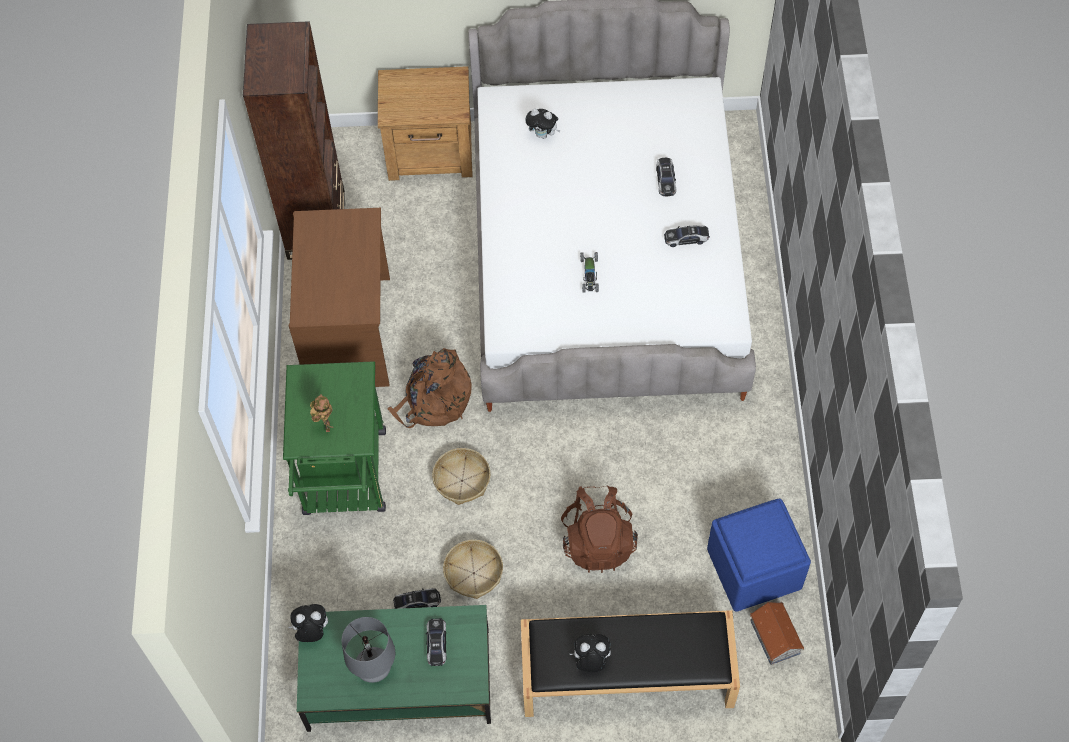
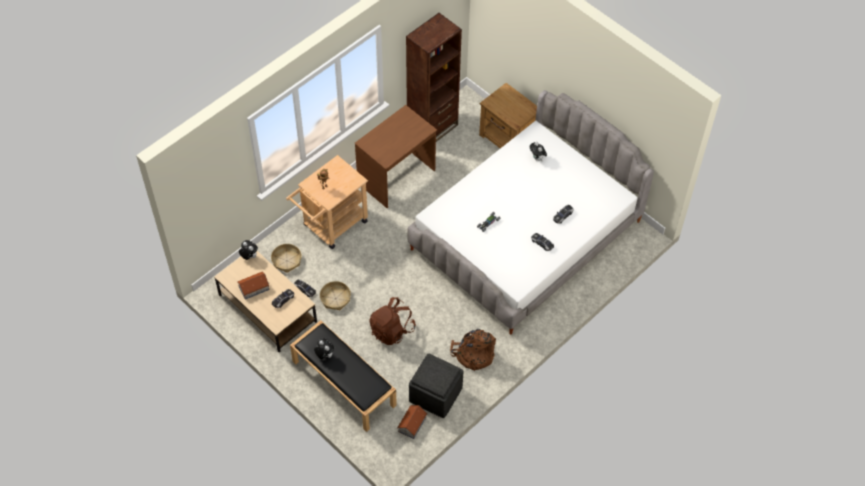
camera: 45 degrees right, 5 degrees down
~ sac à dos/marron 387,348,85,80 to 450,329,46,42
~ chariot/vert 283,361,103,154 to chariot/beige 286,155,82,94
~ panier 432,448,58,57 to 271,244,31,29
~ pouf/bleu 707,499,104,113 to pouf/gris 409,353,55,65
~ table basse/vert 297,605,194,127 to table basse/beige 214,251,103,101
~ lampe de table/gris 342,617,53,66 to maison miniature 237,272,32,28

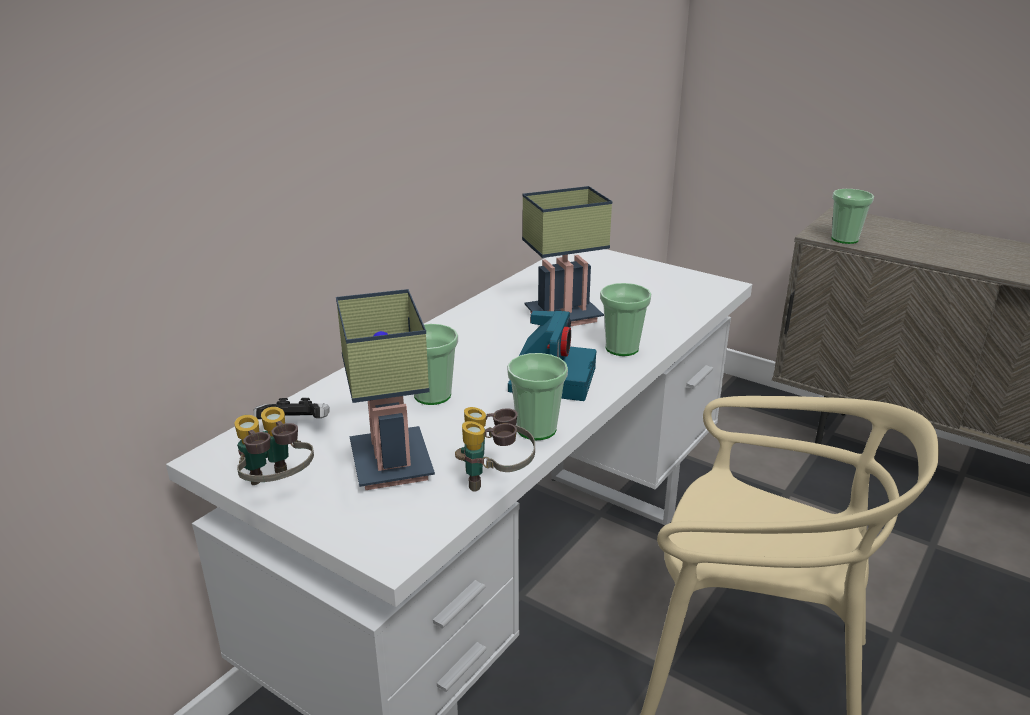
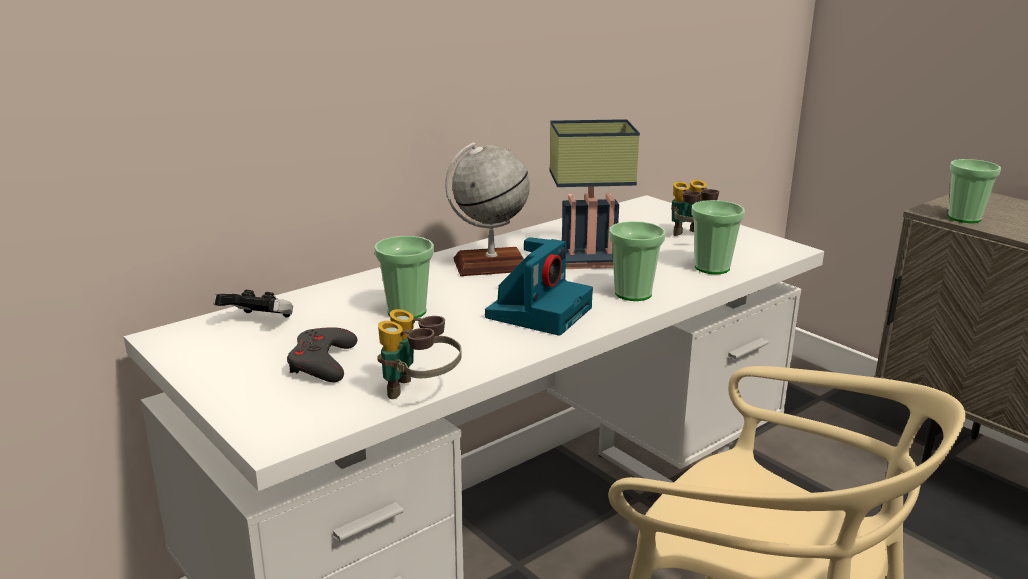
camera: 15 degrees right, 5 degrees down
~ lampe de table 336,289,99,202 to manette/gris 287,327,70,55
~ tasse 507,353,61,87 to 691,200,54,74
~ jumelles 234,407,80,78 to 671,180,49,56
+ globe 445,142,85,134

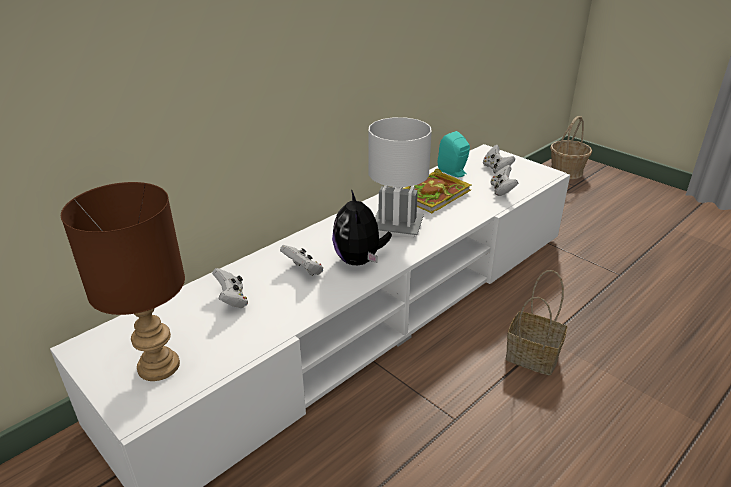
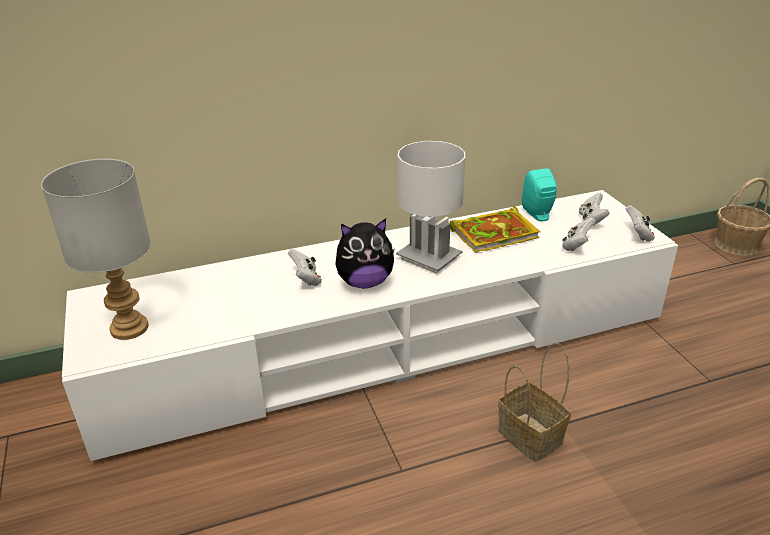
camera: 25 degrees right, 0 degrees up
~ lampe de table/marron 61,182,124,199 to lampe de table/gris 41,159,110,181
~ peluche 332,189,60,76 = 335,219,59,69 120 degrees counterclockwise
~ manette/blanc 212,268,36,40 to 626,205,29,37

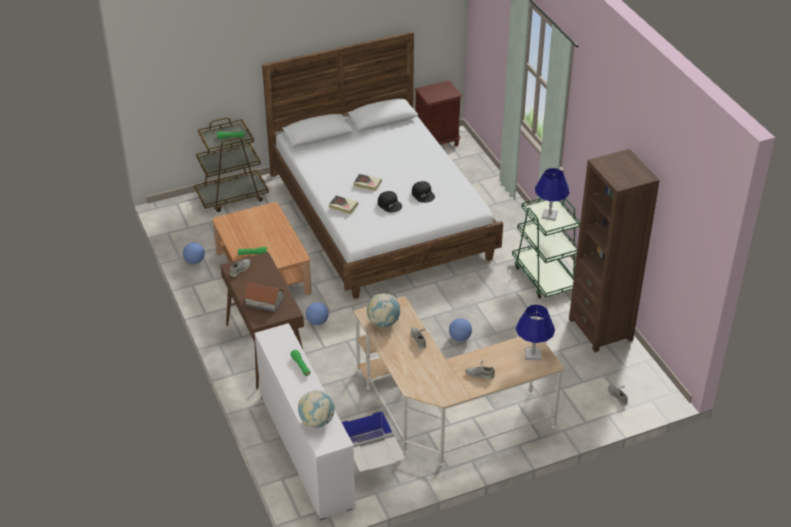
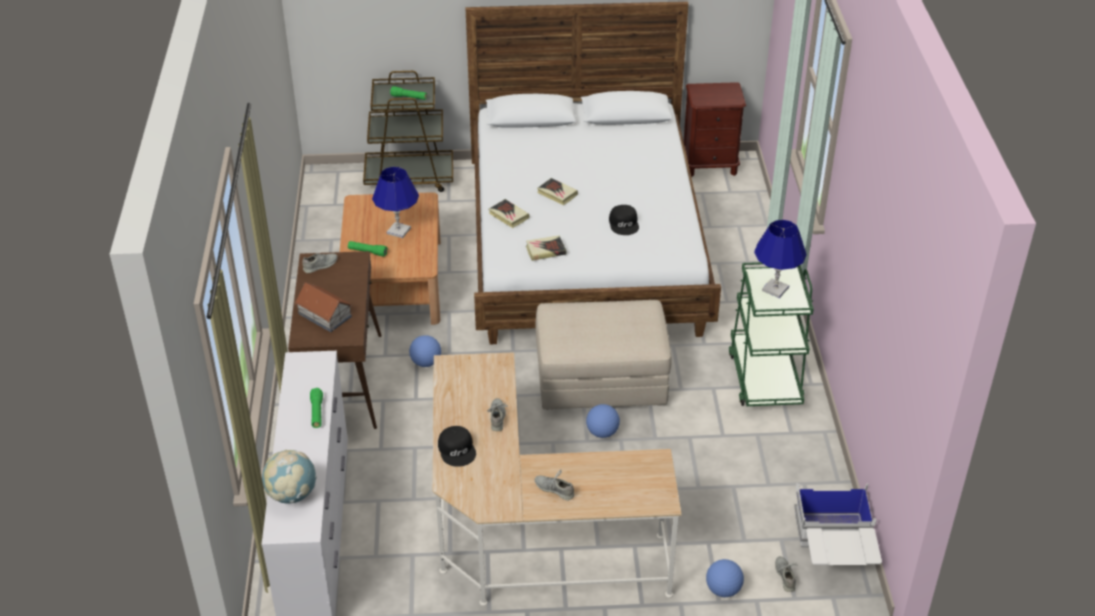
camera: 20 degrees right, 0 degrees up
- bibliothèque/marron 569,149,91,203
~ casquette/noir 378,191,24,22 to 438,426,38,41
~ ballon de foot 183,242,22,22 to 706,559,38,38
- globe 367,293,34,34
~ lampe de table/bleu 516,304,39,56 to 372,167,47,71
~ boîte de rangement/blanc 342,407,63,65 to 794,483,88,82
+ livre 526,236,40,25
+ pouf/beige 535,300,137,109

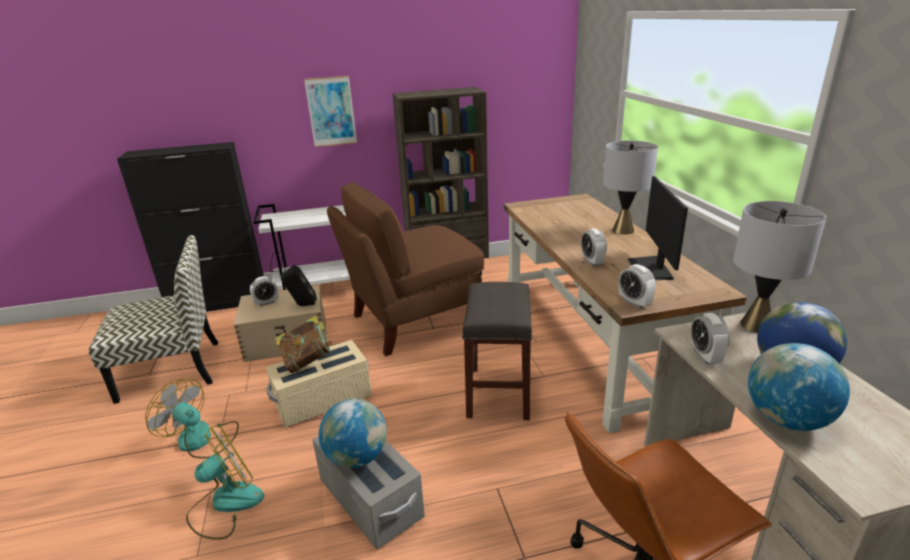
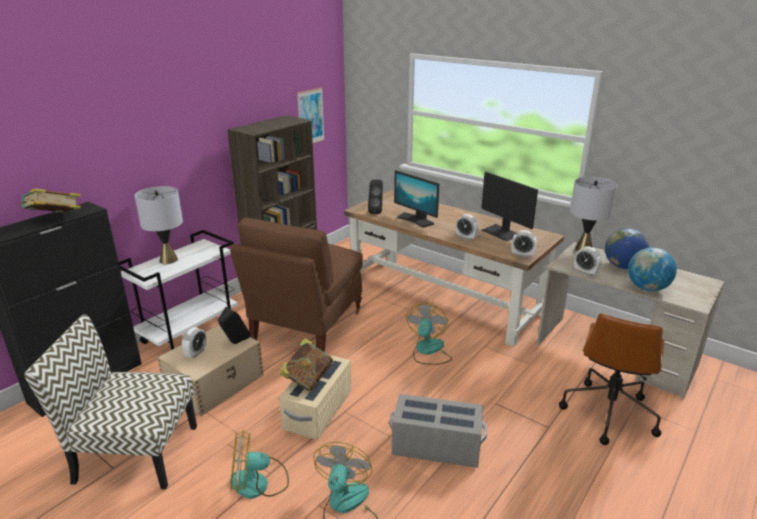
camera: 40 degrees left, 0 degrees up
~ tableau 304,76,53,71 to 297,88,28,55
~ lampe de table/gris 603,141,55,93 to 134,186,49,78
~ chaise 88,235,130,169 = 24,314,173,175 120 degrees counterclockwise
~ tabouret/gris 462,282,71,138 to ventilateur 406,303,46,62
- globe 319,399,68,69
+ écran d'ordinateur 394,170,45,58
+ enceinte/noir 368,180,15,34
+ livre 18,188,63,25

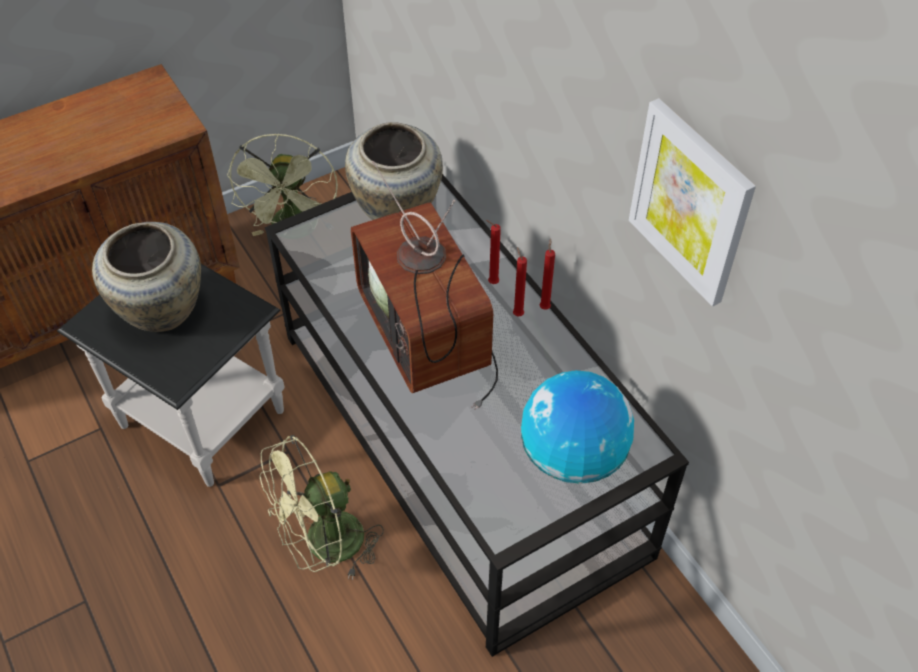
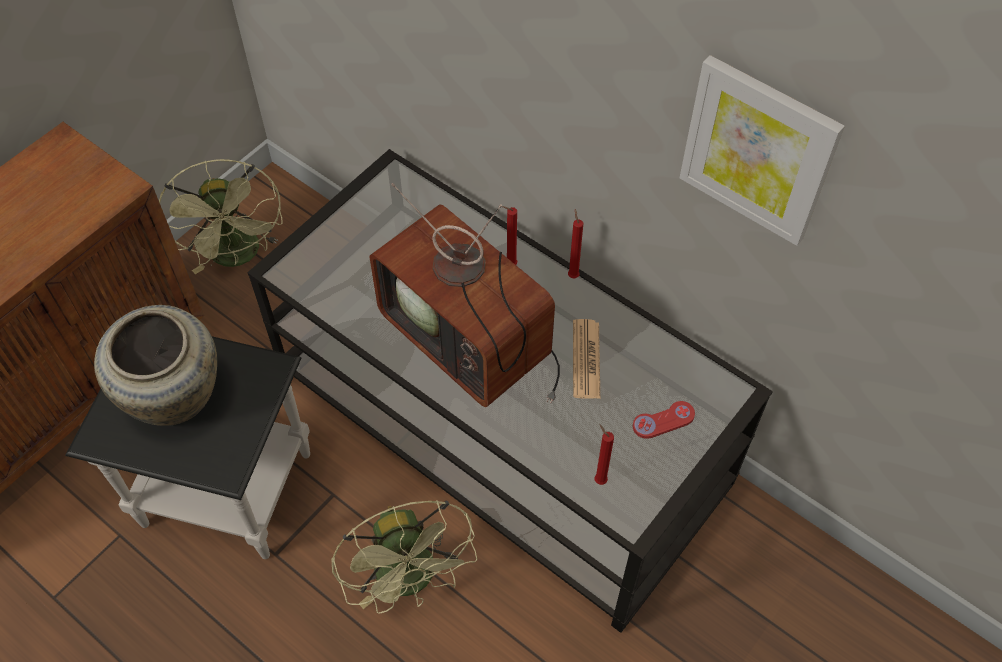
camera: 20 degrees left, 5 degrees up
- vase/beige 345,122,98,98
~ bougie/rouge 513,247,14,70 to 594,424,20,61
~ globe 521,370,113,114 to manette/rouge 633,401,62,38
~ ventilateur/vert 259,435,125,145 = 331,500,146,114 60 degrees counterclockwise
+ journal 573,319,27,80

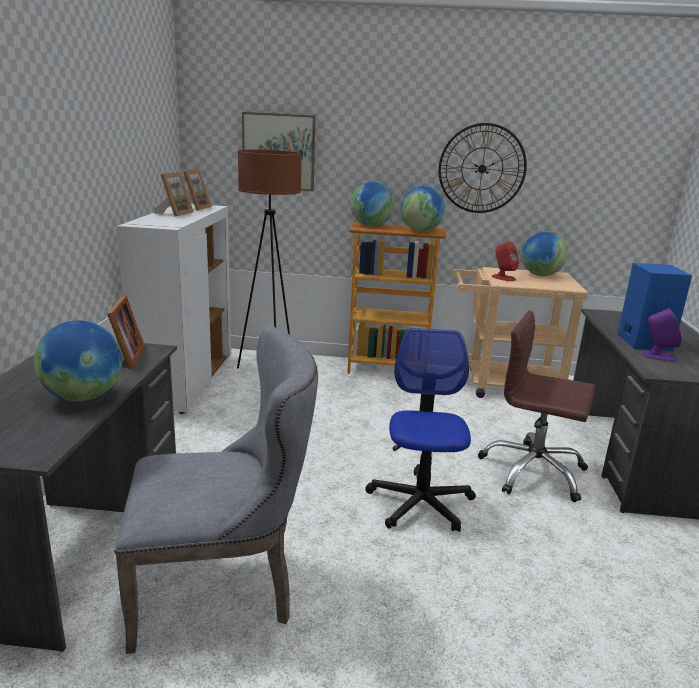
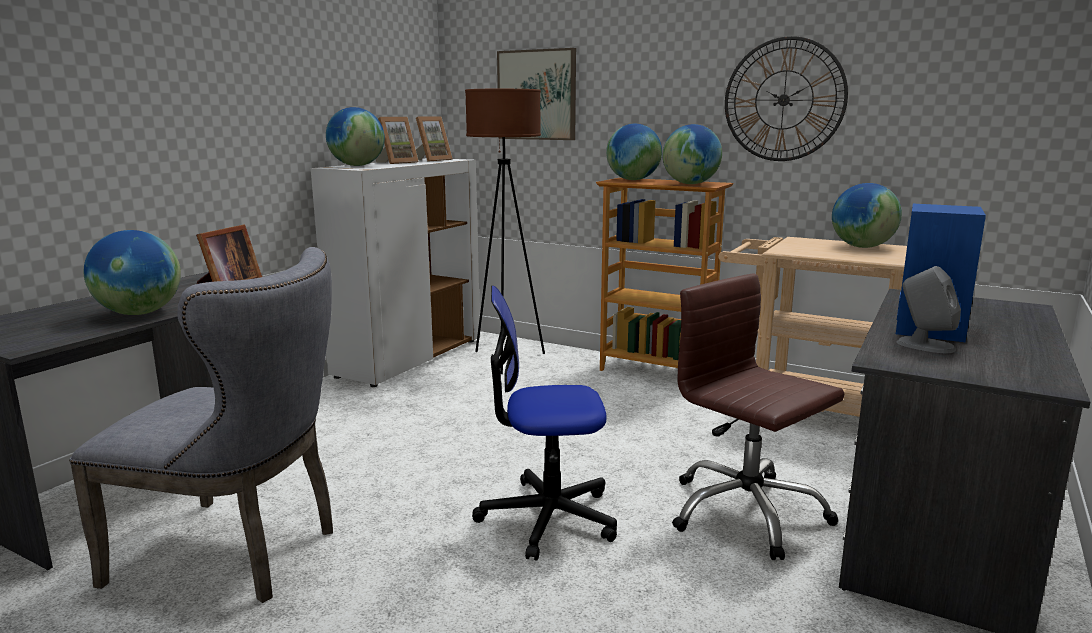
camera: 25 degrees right, 5 degrees down
- enceinte/rouge 492,241,27,40
~ enceinte/violet 641,308,41,54 to enceinte/gris 897,266,64,87
~ chaise de bureau 365,328,111,204 = 472,286,145,275 120 degrees counterclockwise
+ globe 326,107,59,59

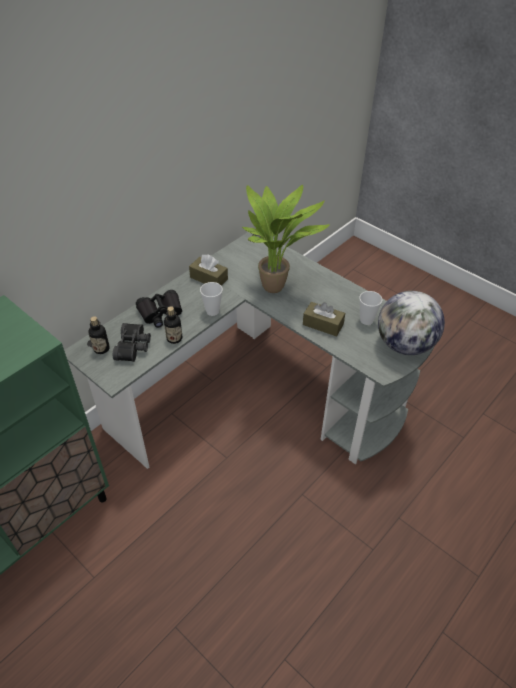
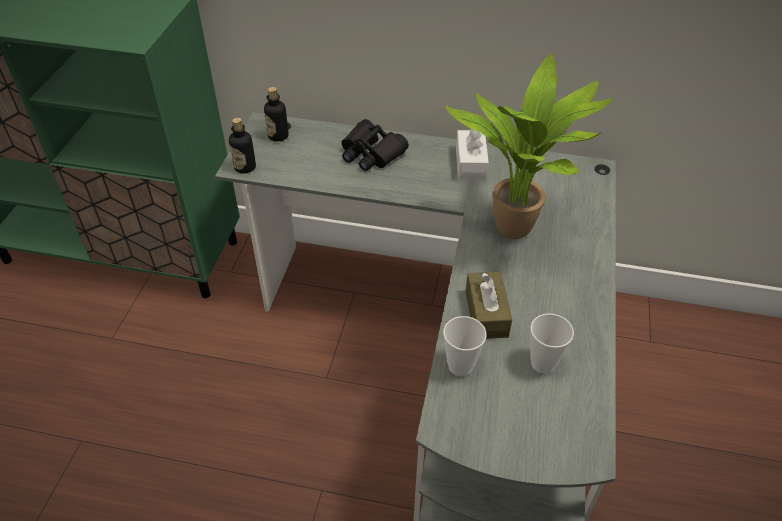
camera: 60 degrees right, 0 degrees up
~ boîte à mouchoirs/marron 189,254,39,32 to boîte à mouchoirs/blanc 456,129,33,52
~ tasse 200,282,23,34 to 443,316,44,61
- globe 378,291,67,64
~ bouteille 164,306,19,38 to 229,118,27,55
- jumelles/noir 113,323,38,39

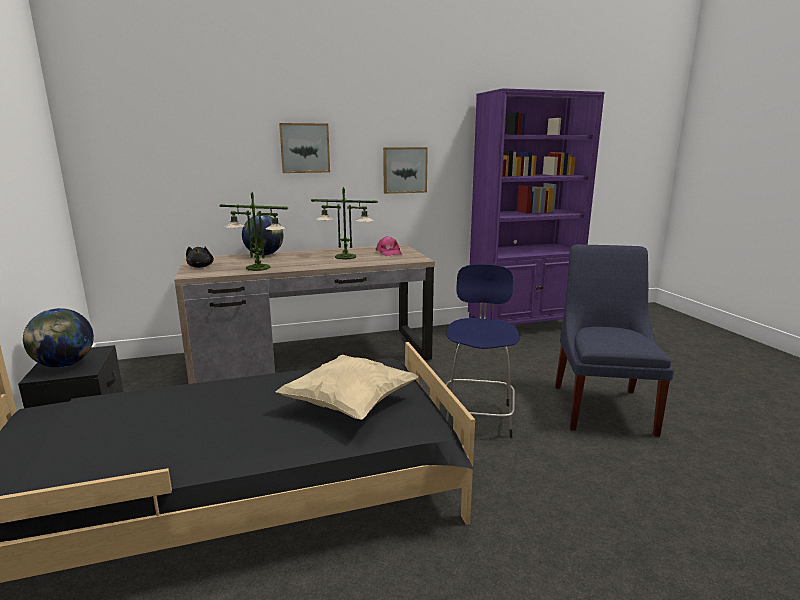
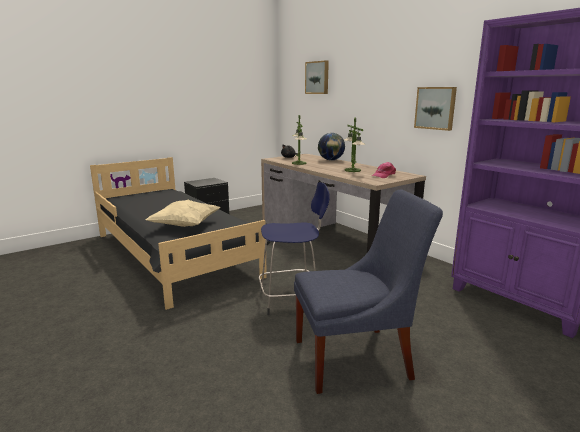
camera: 70 degrees right, 0 degrees up
~ tableau 279,123,51,50 to 305,60,24,34
- globe 23,308,71,60

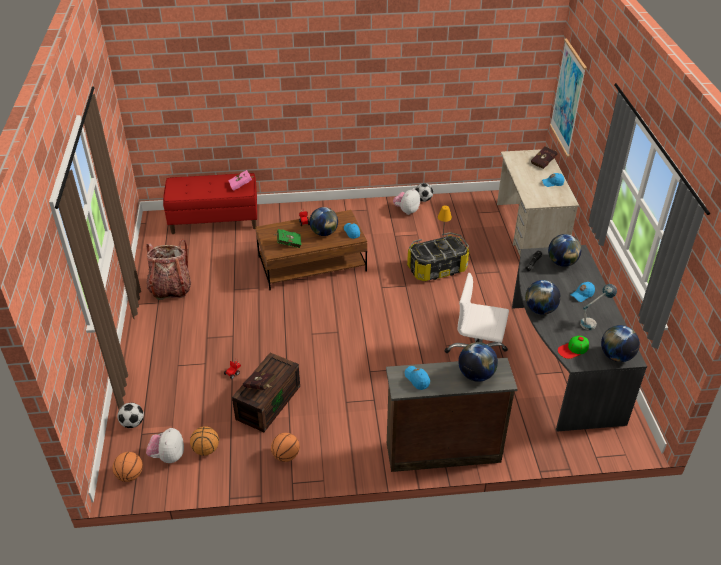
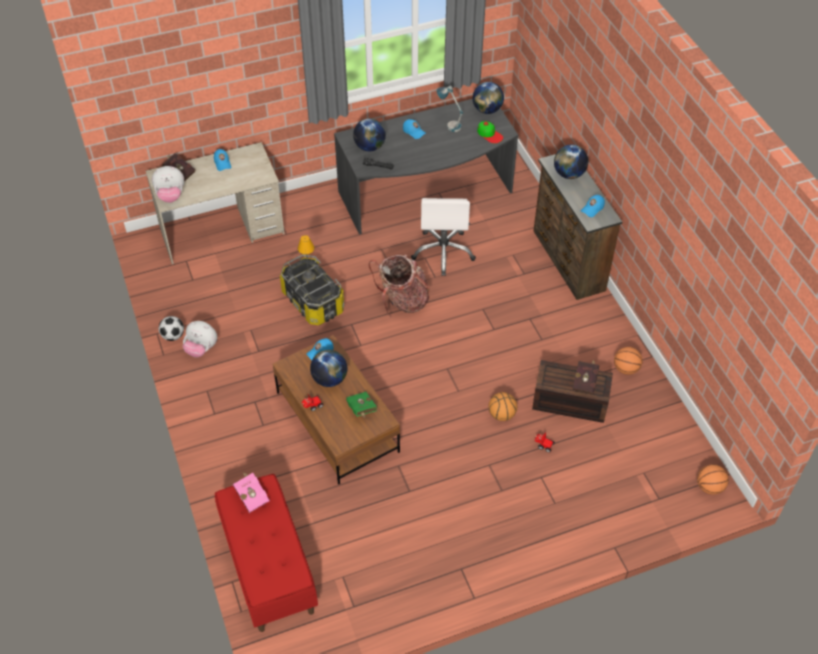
camera: 105 degrees left, 10 degrees up
- tableau 550,39,37,118
~ sac à dos 146,239,45,61 to 369,254,61,63
- globe 525,280,36,35
- ballon de foot 117,403,27,25
~ ballon de basket 190,426,29,30 to 488,392,29,29
~ peluche 146,428,38,35 to 152,166,32,37

